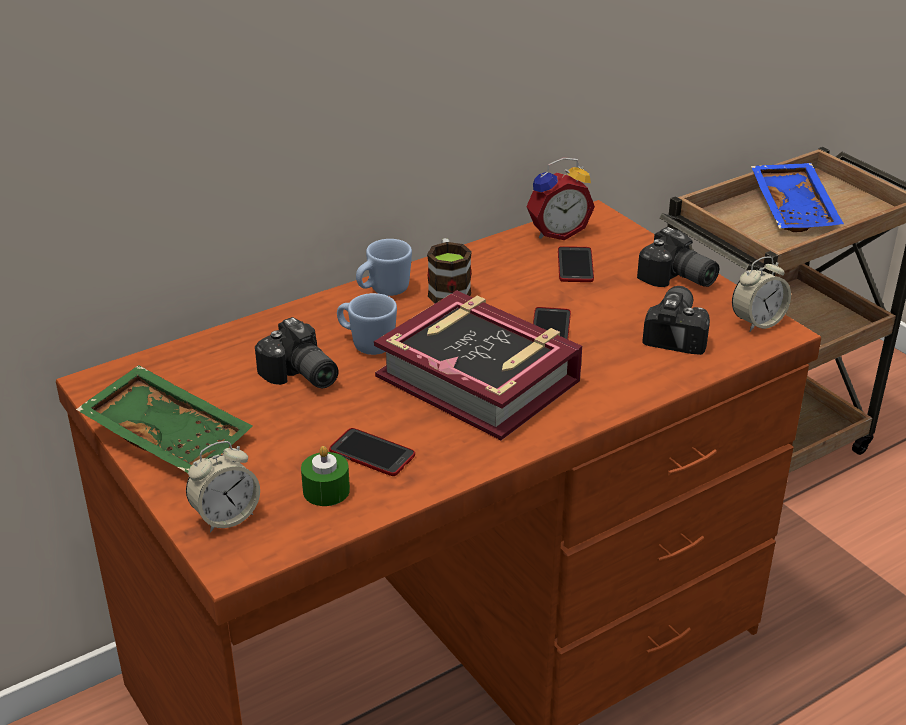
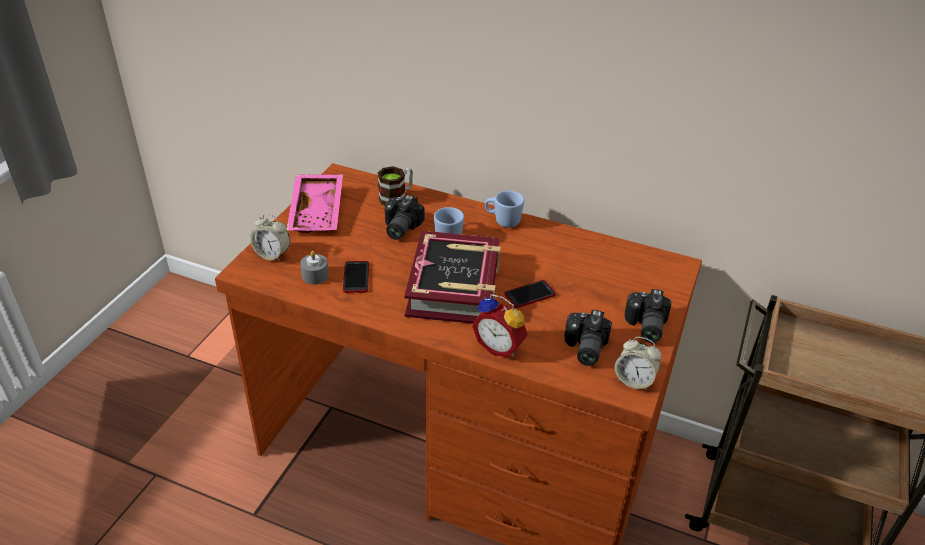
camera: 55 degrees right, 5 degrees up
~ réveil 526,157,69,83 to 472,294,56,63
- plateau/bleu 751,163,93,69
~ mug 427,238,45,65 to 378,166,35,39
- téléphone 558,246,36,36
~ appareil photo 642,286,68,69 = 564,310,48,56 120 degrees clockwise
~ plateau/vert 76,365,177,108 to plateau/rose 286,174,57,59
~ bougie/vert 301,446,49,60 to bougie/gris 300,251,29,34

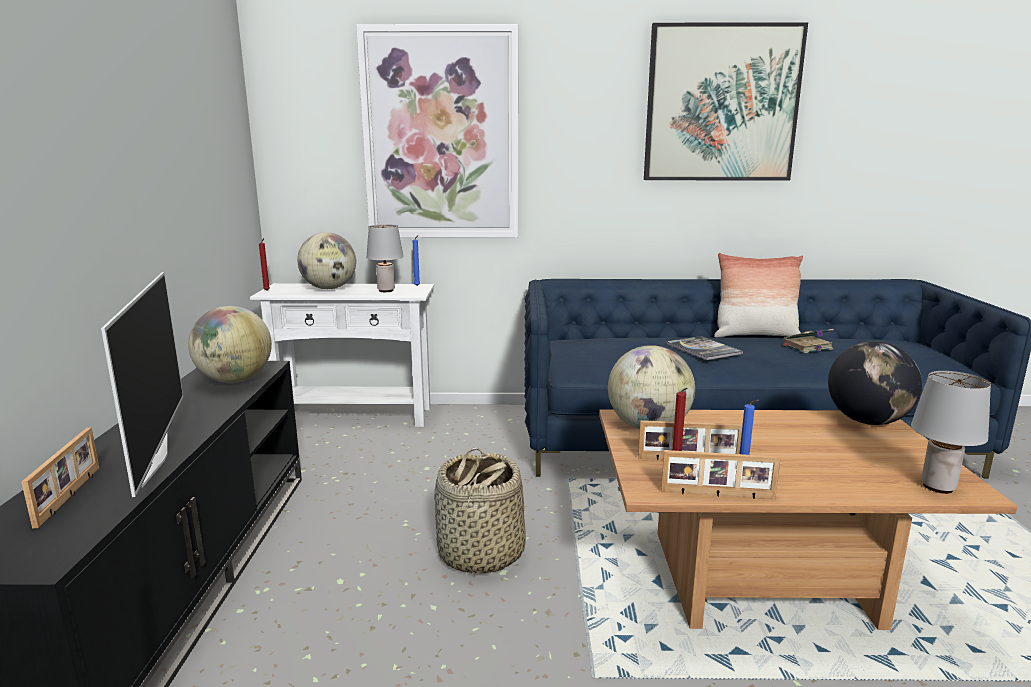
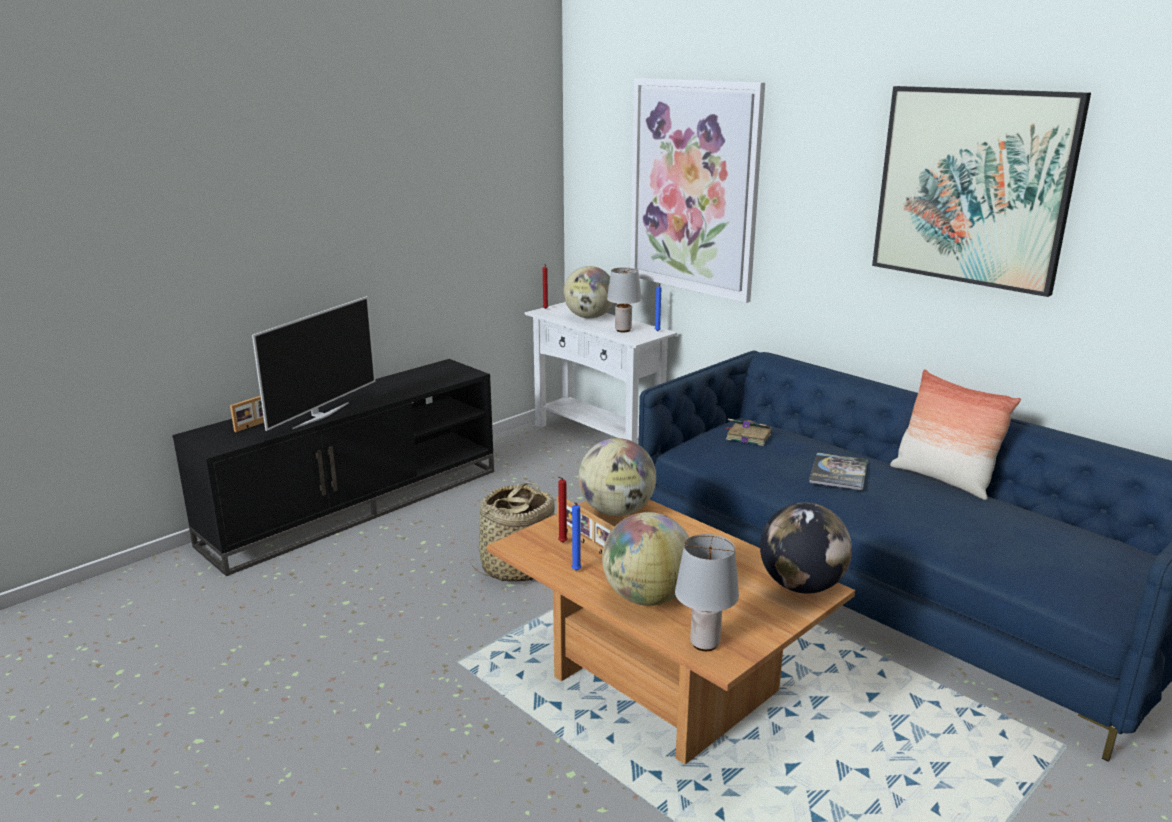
camera: 45 degrees right, 5 degrees up
~ globe 188,306,84,77 to 602,512,88,94
~ livre 783,329,51,24 to 726,419,46,27
- cadre photo 661,450,120,49

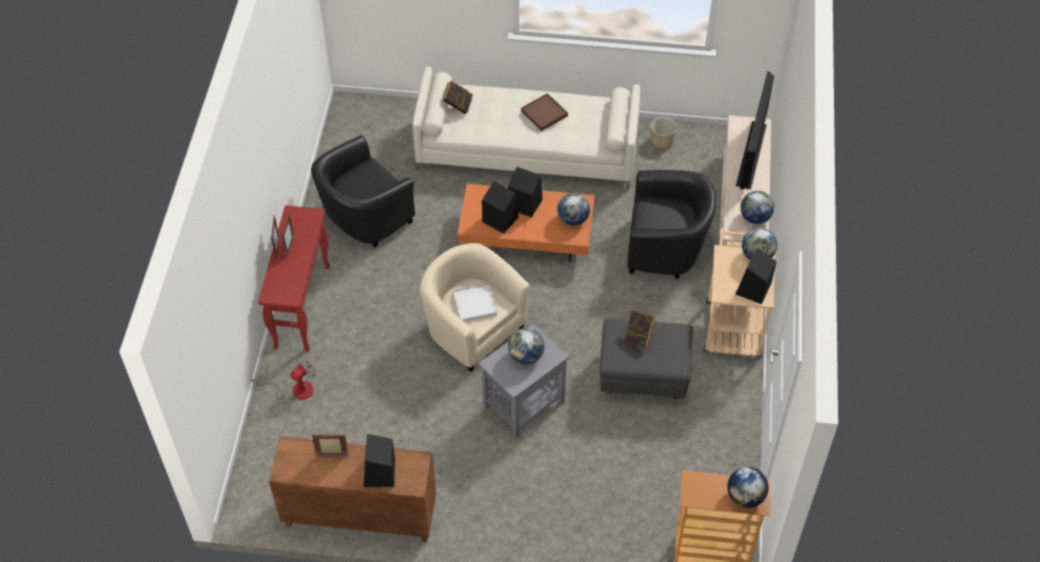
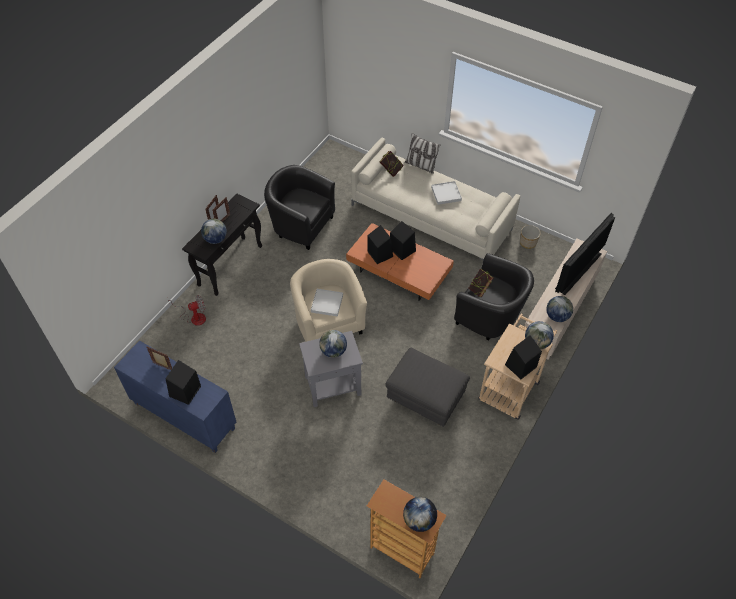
camera: 25 degrees right, 0 degrees up
~ plateau/marron 521,93,47,38 to plateau/blanc 431,181,31,24
~ fauteuil/noir 311,135,104,113 = 264,165,71,85 45 degrees clockwise
~ globe 557,193,33,33 to 201,219,26,25
~ table console/rouge 258,205,72,147 to table console/noir 182,194,80,102
~ livre 624,310,31,38 to 468,269,25,29
~ meuble de rangement/marron 269,436,167,106 to meuble de rangement/bleu 114,340,122,113
+ coussin 405,133,36,41

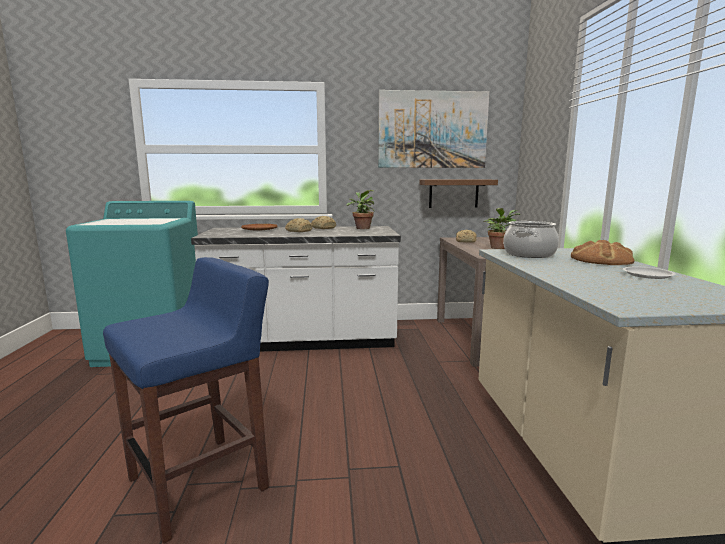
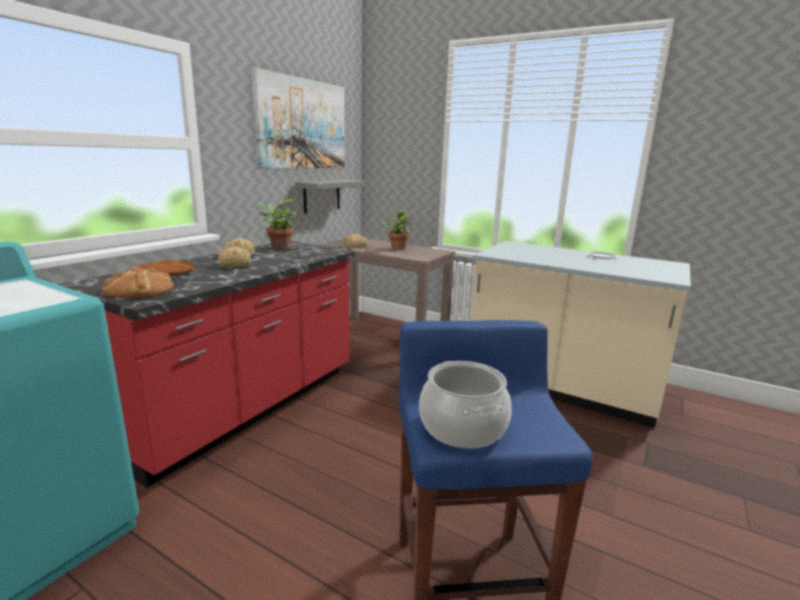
camera: 55 degrees left, 5 degrees up
~ étagère/marron 419,180,79,28 to étagère/gris 295,179,70,34
~ marmite 503,221,56,37 to 419,361,92,87
~ comptoir de cuisine/blanc 191,226,210,126 to comptoir de cuisine/rouge 57,241,298,247
~ pain 571,240,63,25 to 102,267,72,31

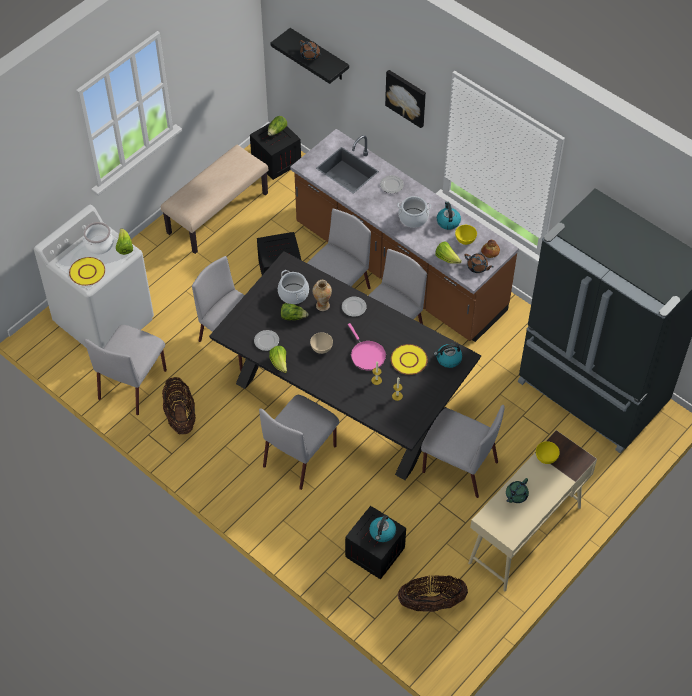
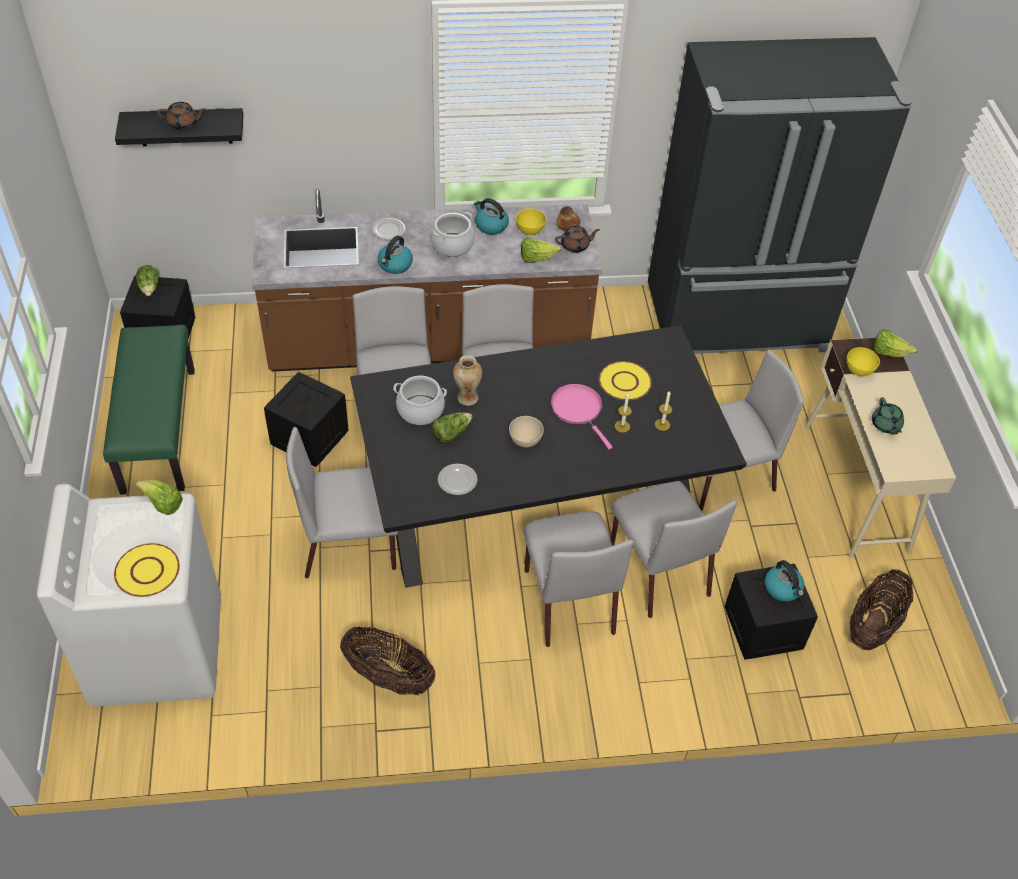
camera: 50 degrees left, 5 degrees down
- tableau 385,70,41,58
~ banc/beige 161,145,107,109 to banc/vert 103,325,92,170
- marmite 83,222,31,33
- assiette 342,297,25,20
~ poêle/rose 348,323,38,48 = 551,384,61,65 135 degrees counterclockwise
~ chaise/gris 84,325,83,90 to 611,481,126,137
~ bouilloire 434,344,28,24 to 378,236,35,38
~ laitue 269,346,18,27 to 874,329,44,28

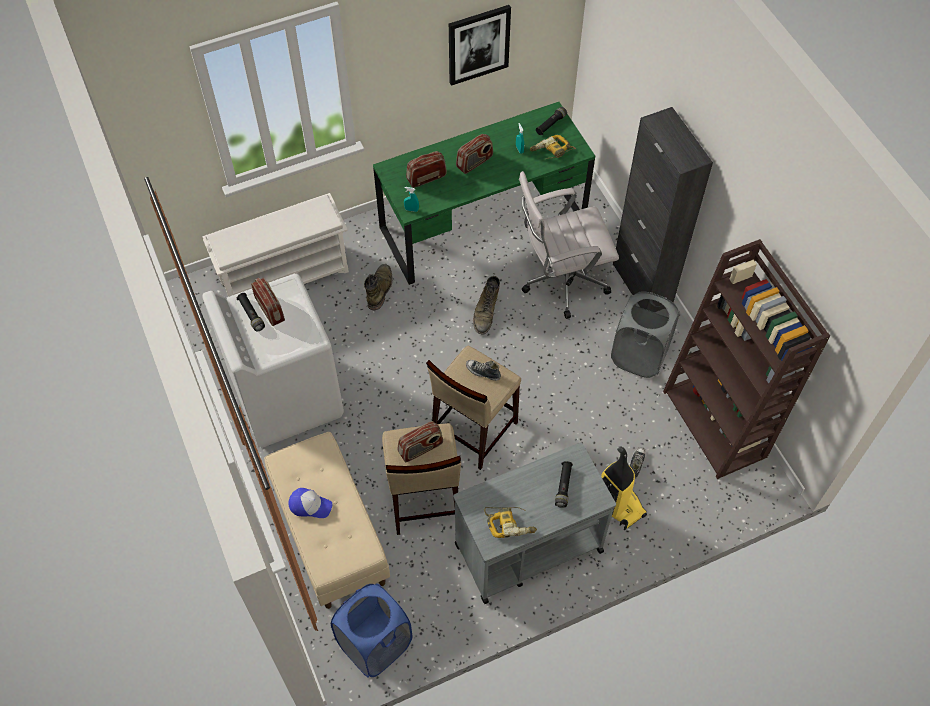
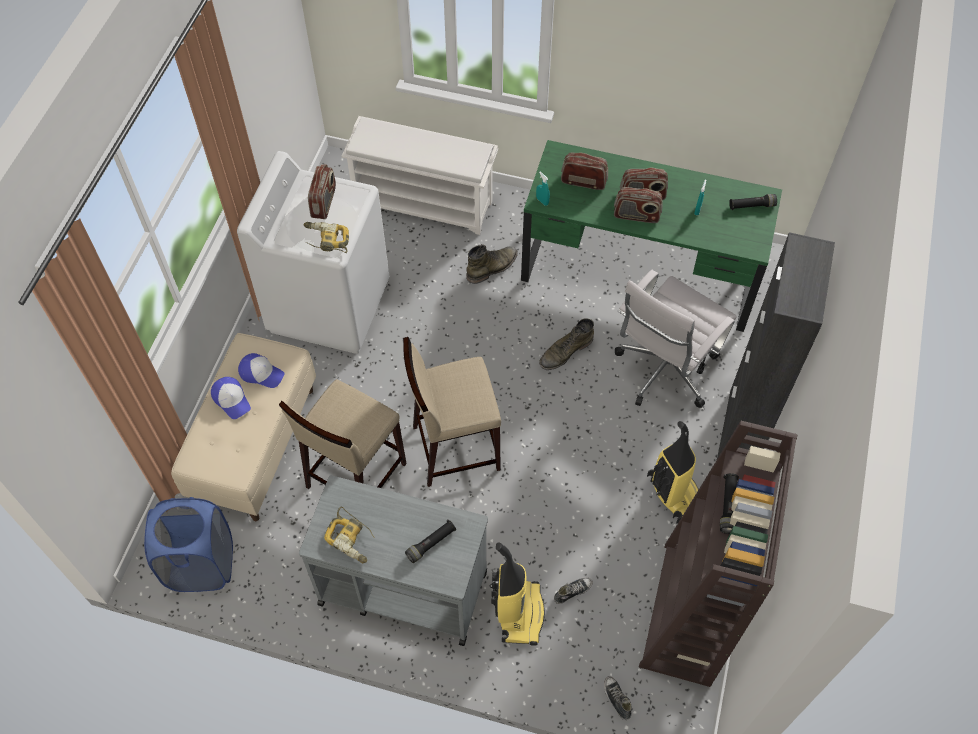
camera: 40 degrees right, 0 degrees up
- tableau 449,5,62,81
~ perceuse 530,135,46,24 to 304,222,45,31
~ chaise de bureau/blanc 519,171,100,148 = 615,270,122,138 75 degrees counterclockwise
~ panier à linge/gris 611,291,69,87 to aspirateur 647,421,52,103
~ lampe de poche/noir 236,293,29,38 to 720,473,19,61
~ chaussure 466,360,35,21 to 604,676,28,44
~ radio 398,421,45,41 to 614,187,49,36
+ casquette 238,353,47,35

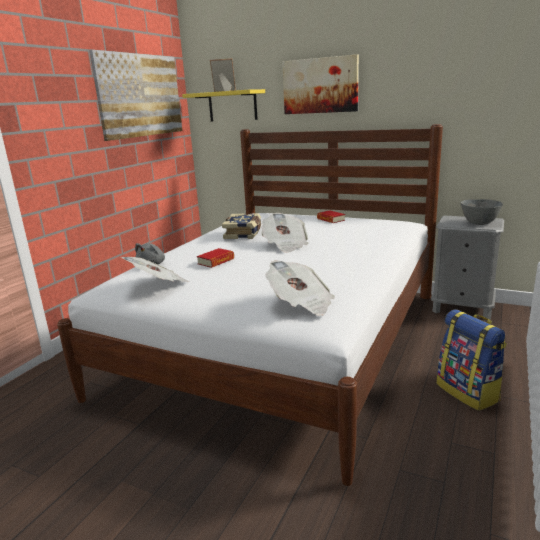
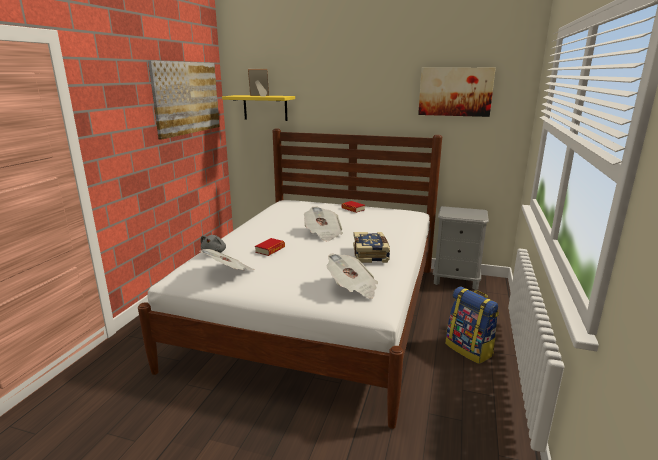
camera: 10 degrees left, 0 degrees up
~ tableau 282,54,77,60 to 418,68,78,49
- bol/gris 461,199,42,26
~ livre 222,213,39,26 to 353,232,37,31

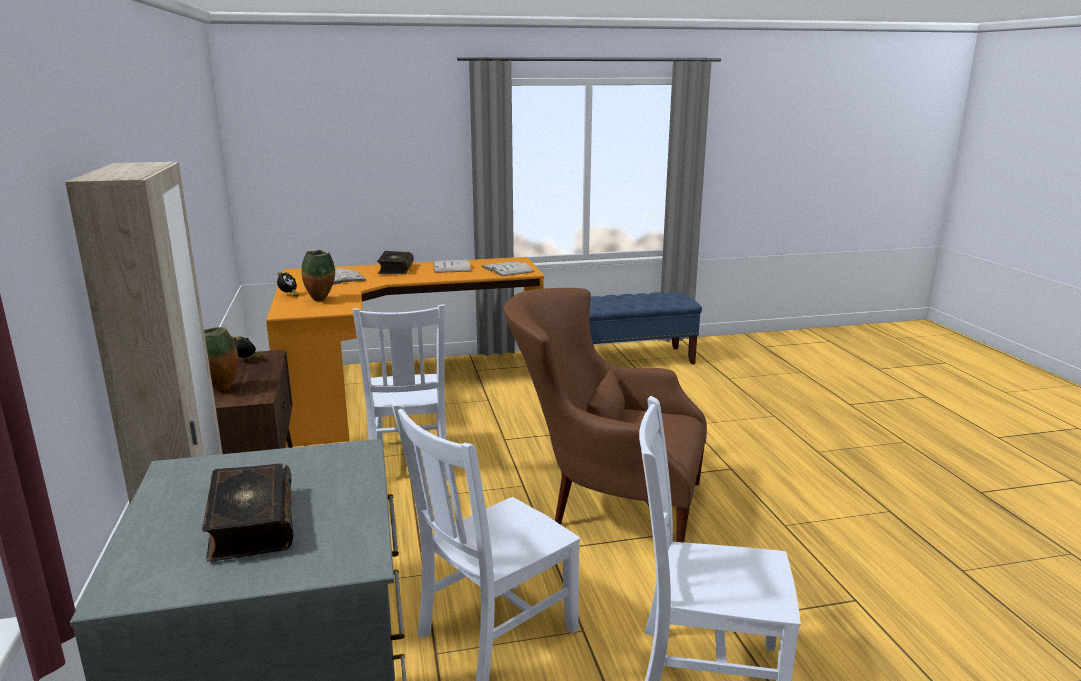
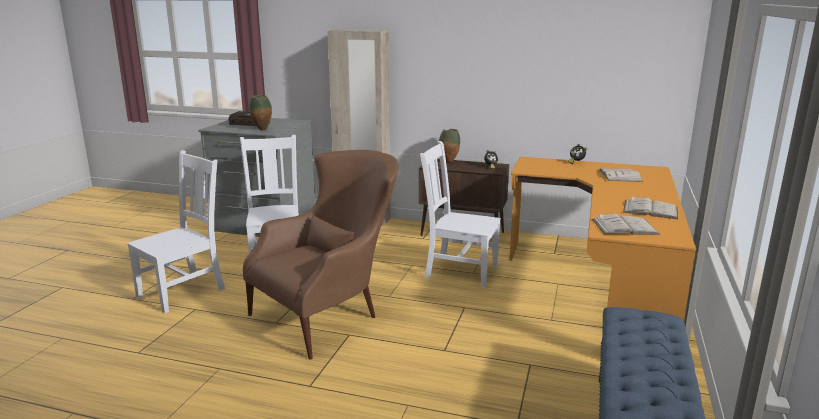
camera: 120 degrees right, 0 degrees up
~ vase 301,250,34,51 to 249,95,23,35
- livre 377,251,37,23

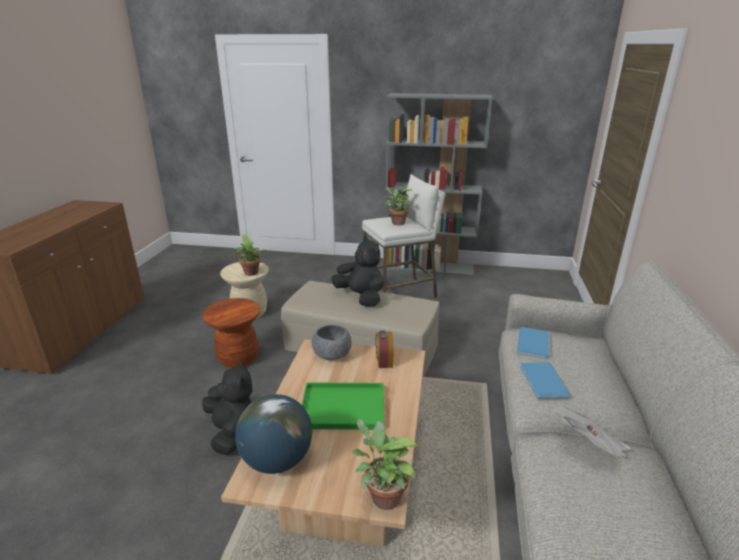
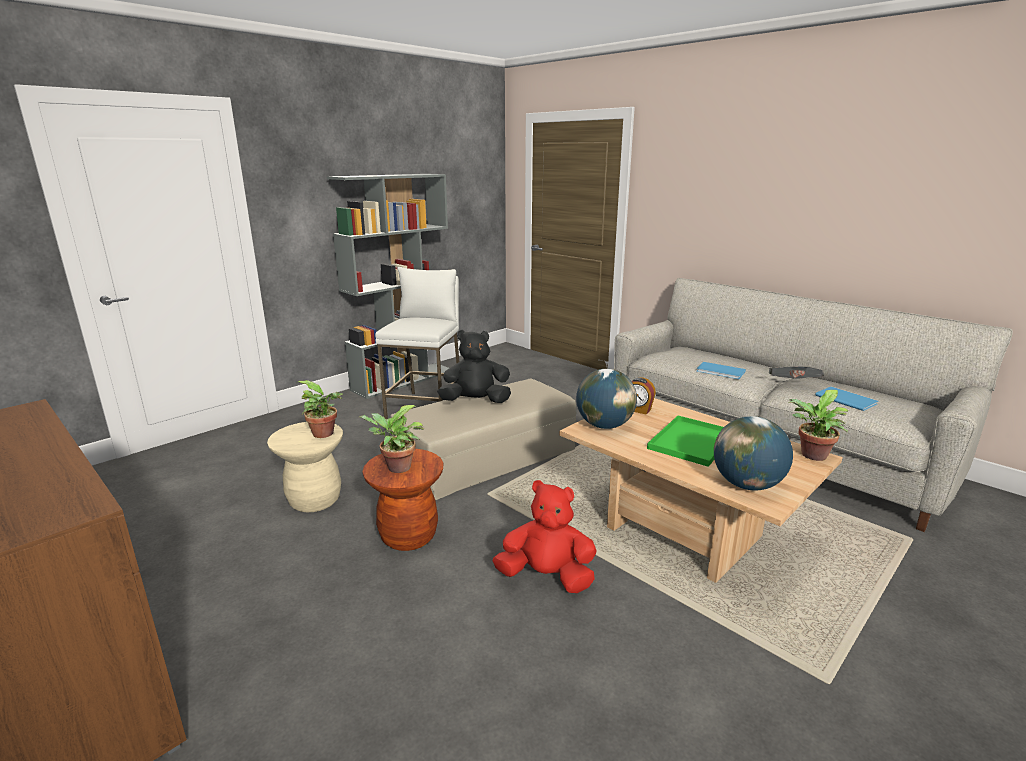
camera: 55 degrees left, 5 degrees down
~ plante en pot 384,187,29,38 to 359,405,66,68
~ bol/gris 312,325,40,35 to globe 576,369,61,60
~ livre/bleu 517,327,33,32 to 815,387,63,24
~ peluche/noir 202,360,50,95 to peluche/rouge 493,480,104,113

